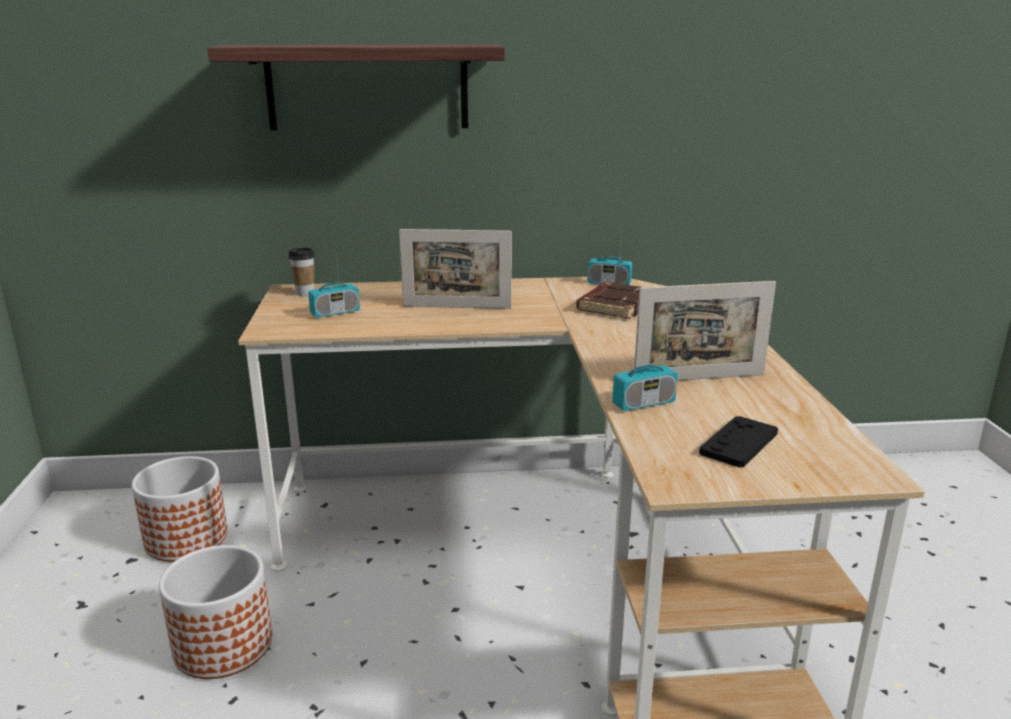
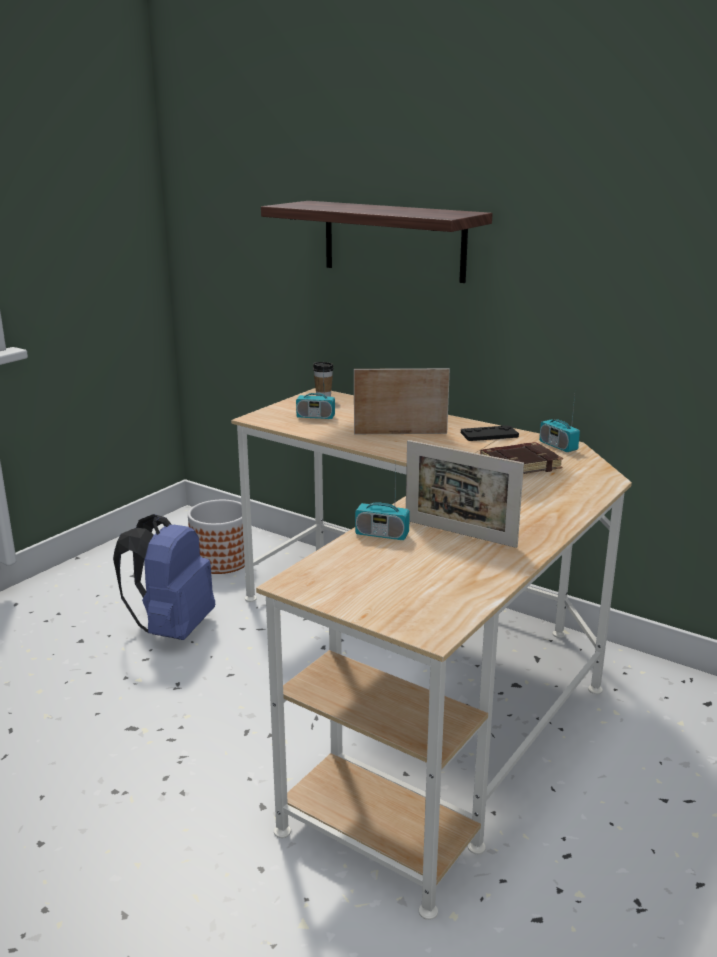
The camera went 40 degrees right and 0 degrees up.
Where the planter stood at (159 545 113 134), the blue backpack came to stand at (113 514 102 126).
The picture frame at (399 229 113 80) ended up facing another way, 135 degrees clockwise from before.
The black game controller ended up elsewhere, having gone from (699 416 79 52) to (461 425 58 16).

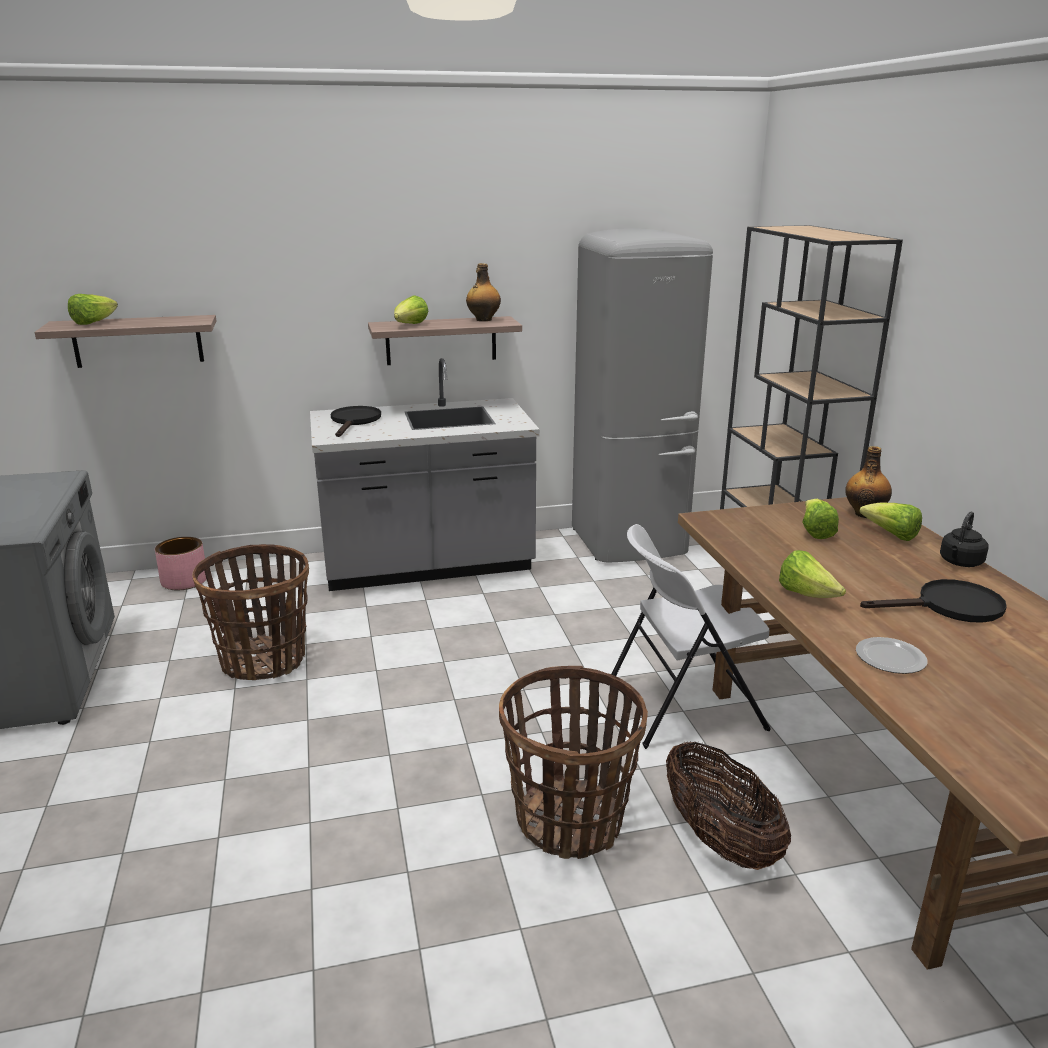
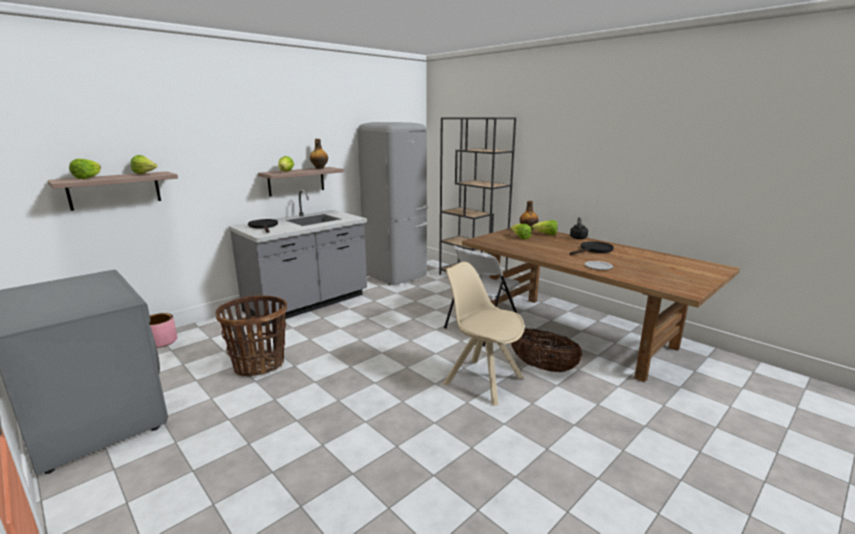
The camera went 30 degrees left and 5 degrees down.
The lettuce ended up elsewhere, having gone from (779 550 67 48) to (130 155 27 19).
Where the basket stood at (499 666 149 193), the beige chair came to stand at (443 262 82 144).

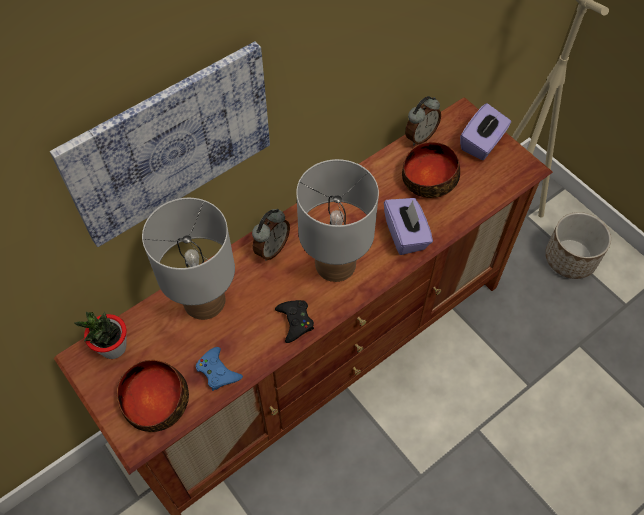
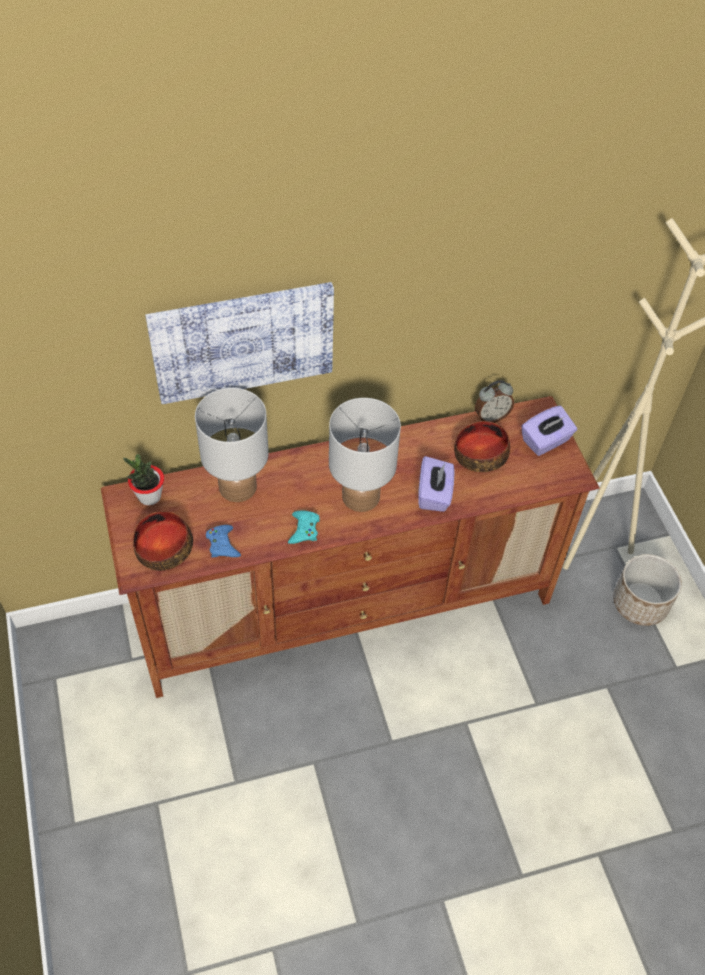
The camera went 20 degrees right and 5 degrees down.
What was the black game controller at (275 300 39 43) turned into the turquoise game controller at (288 510 32 34).
The second view lost the alarm clock at (252 209 38 52).

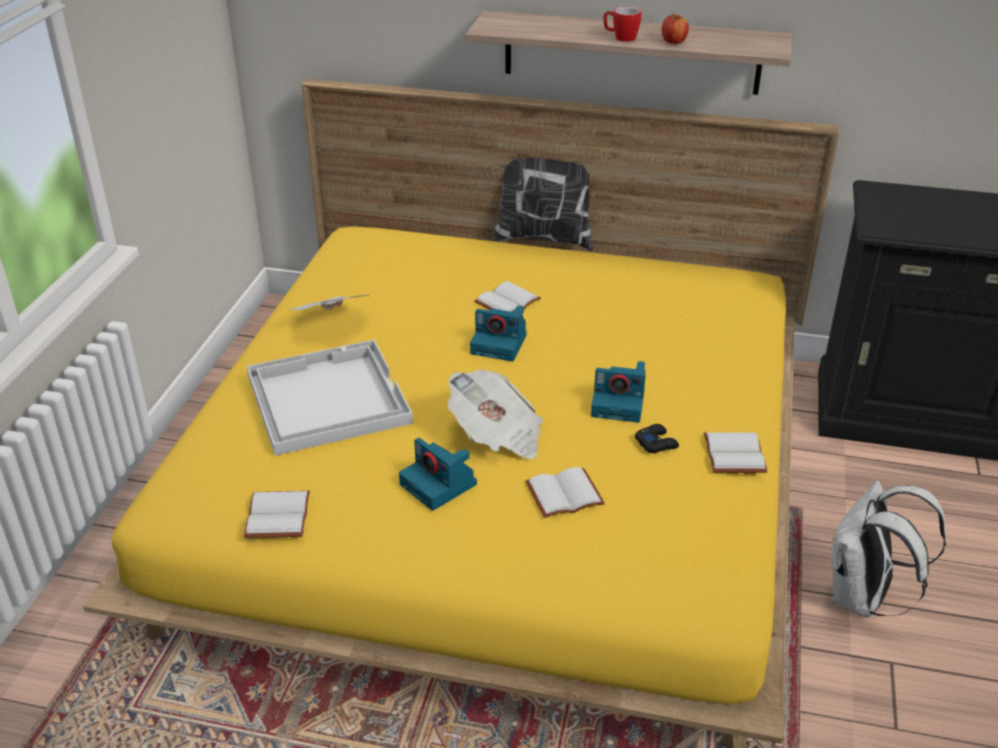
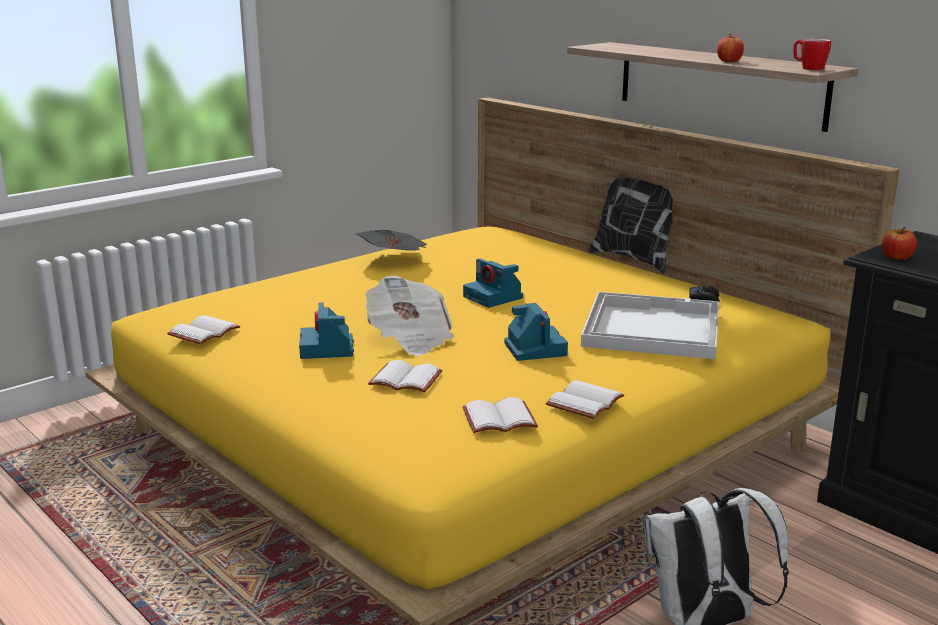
The camera went 35 degrees right and 15 degrees down.
The white book ended up elsewhere, having gone from (475 281 66 31) to (462 397 76 36).
The photo camera at (591 361 55 62) ended up facing another way, 150 degrees counterclockwise from before.
The white tray ended up elsewhere, having gone from (247 340 166 116) to (581 292 138 67).
The black game controller ended up elsewhere, having gone from (635 424 44 29) to (689 286 31 17).
The mug ended up elsewhere, having gone from (604 7 38 35) to (793 39 38 31).
The second view gained the apple at (882 227 35 32).

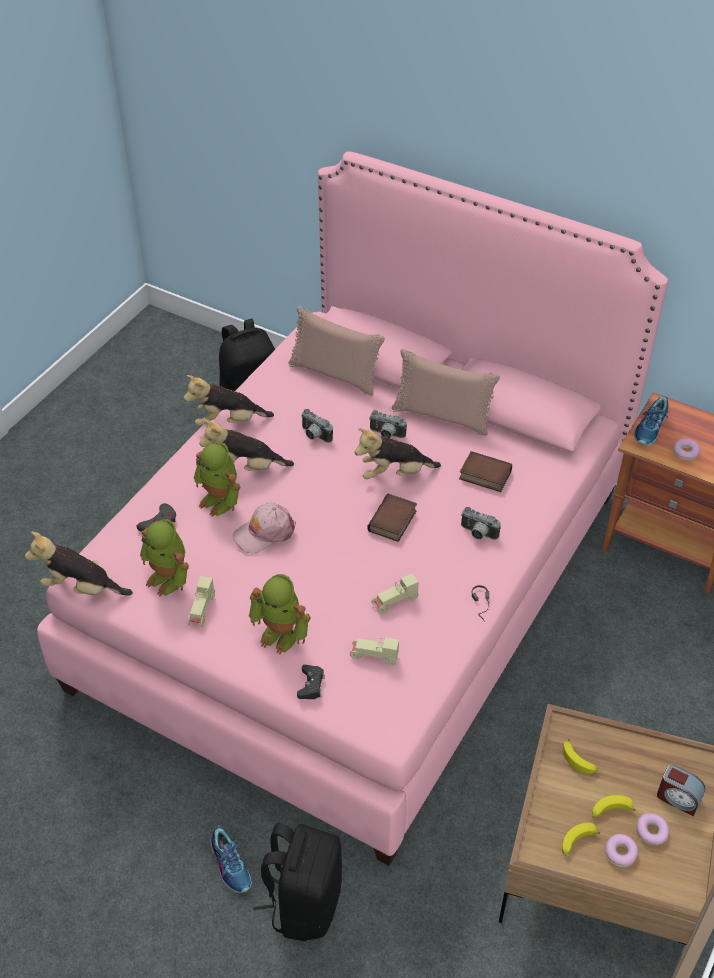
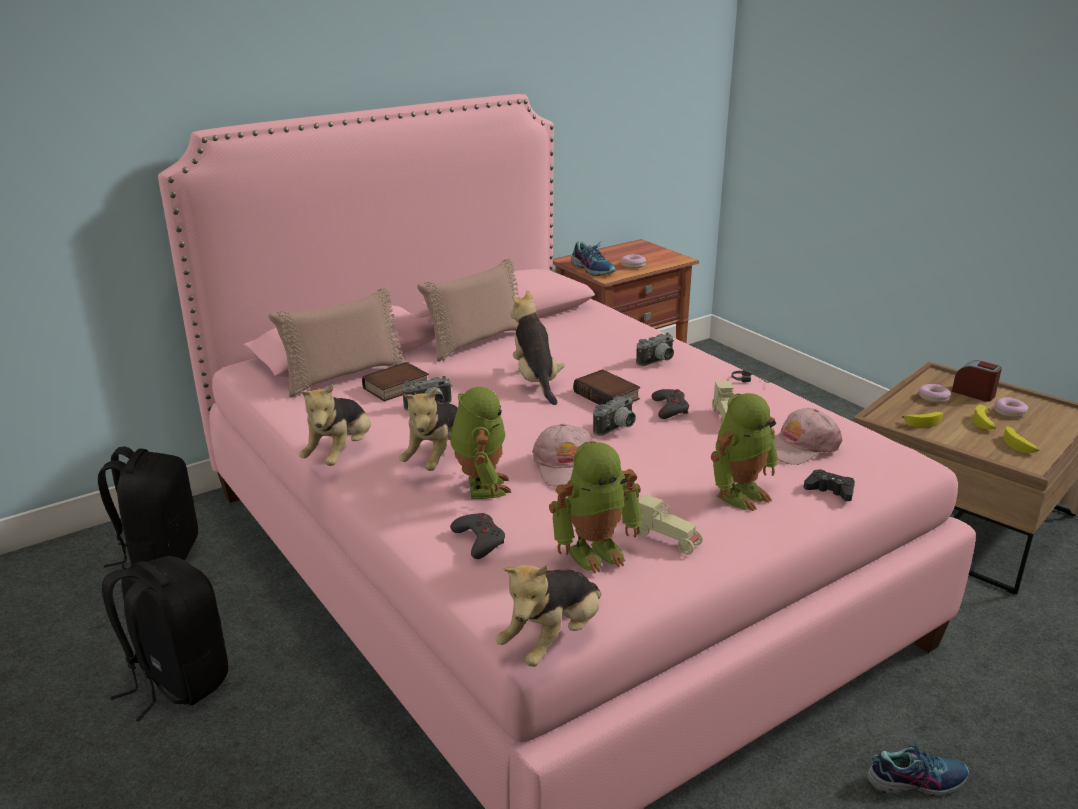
The camera went 65 degrees left and 20 degrees down.
The black backpack ended up elsewhere, having gone from (253 823 89 118) to (102 556 126 166).
The book ended up elsewhere, having gone from (459 451 53 41) to (362 362 67 40).
The toy robot at (194 442 46 75) ended up facing another way, 75 degrees counterclockwise from before.
The plush toy at (355 428 86 51) ended up facing another way, 150 degrees clockwise from before.
The photo camera ended up elsewhere, having gone from (369 410 38 28) to (593 394 43 42).
The second view gained the grey game controller at (652 389 37 30).
Where the beige toy car stood at (350 637 49 29), the pink cap came to stand at (774 408 68 57).
The donut ended up elsewhere, having gone from (605 834 33 33) to (919 384 32 19).
The alarm clock at (657 764 48 52) ended up facing another way, 105 degrees counterclockwise from before.

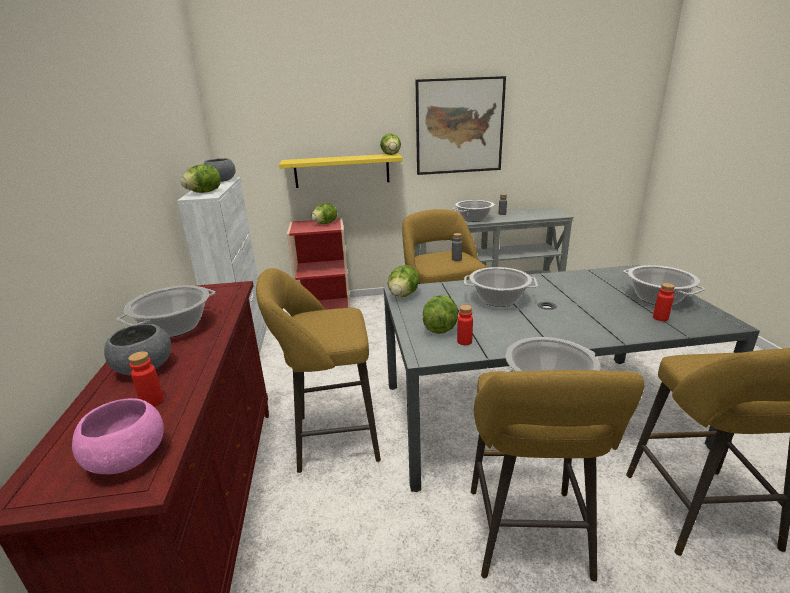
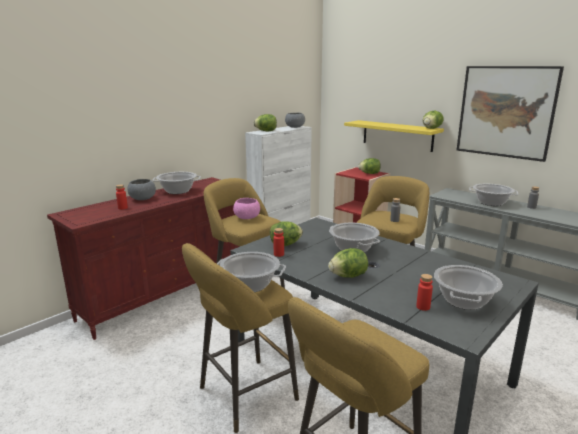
The camera went 50 degrees right and 5 degrees down.
The pink bowl ended up elsewhere, having gone from (72 398 92 77) to (233 198 27 21).
The lettuce ended up elsewhere, having gone from (388 265 32 32) to (328 248 40 30).

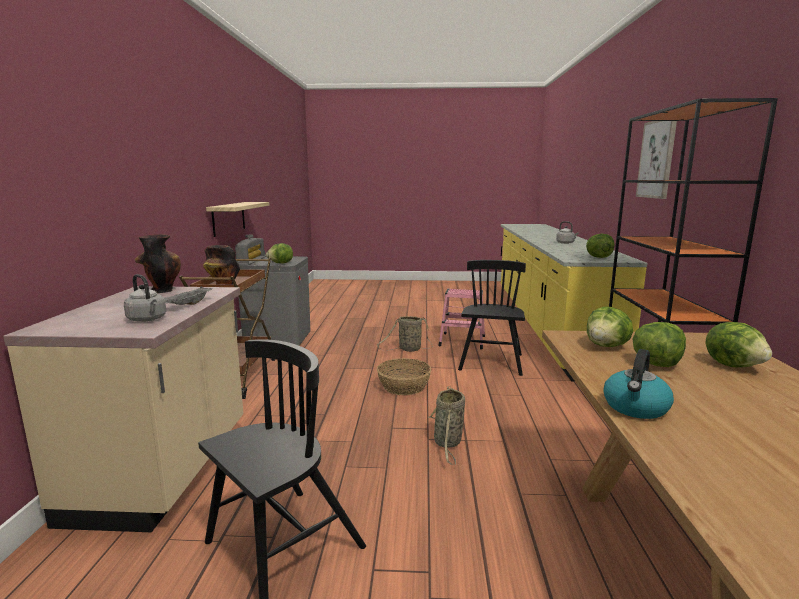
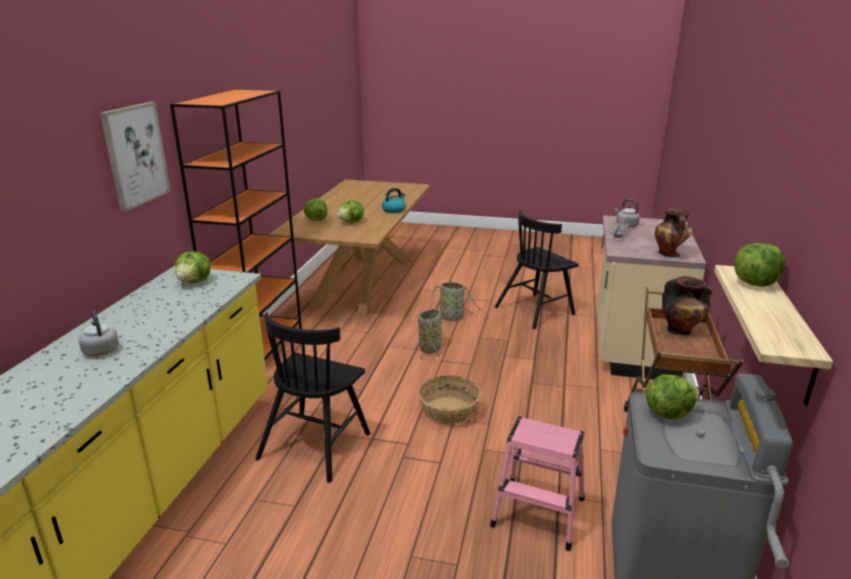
The camera went 170 degrees left and 10 degrees up.
The basket ended up elsewhere, having gone from (377 316 56 36) to (431 282 56 39).
The pink step ladder ended up elsewhere, having gone from (438 288 47 62) to (490 416 95 135).
The lettuce ended up elsewhere, having gone from (587 307 46 40) to (735 243 50 44).

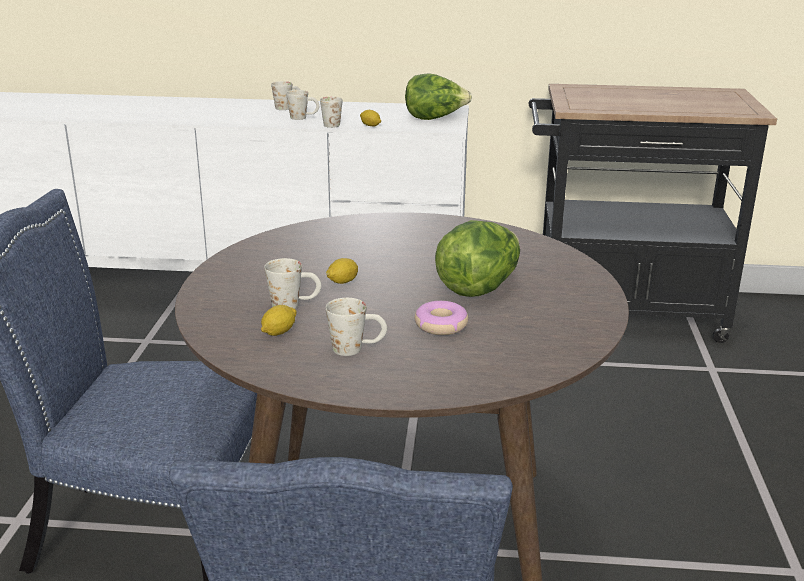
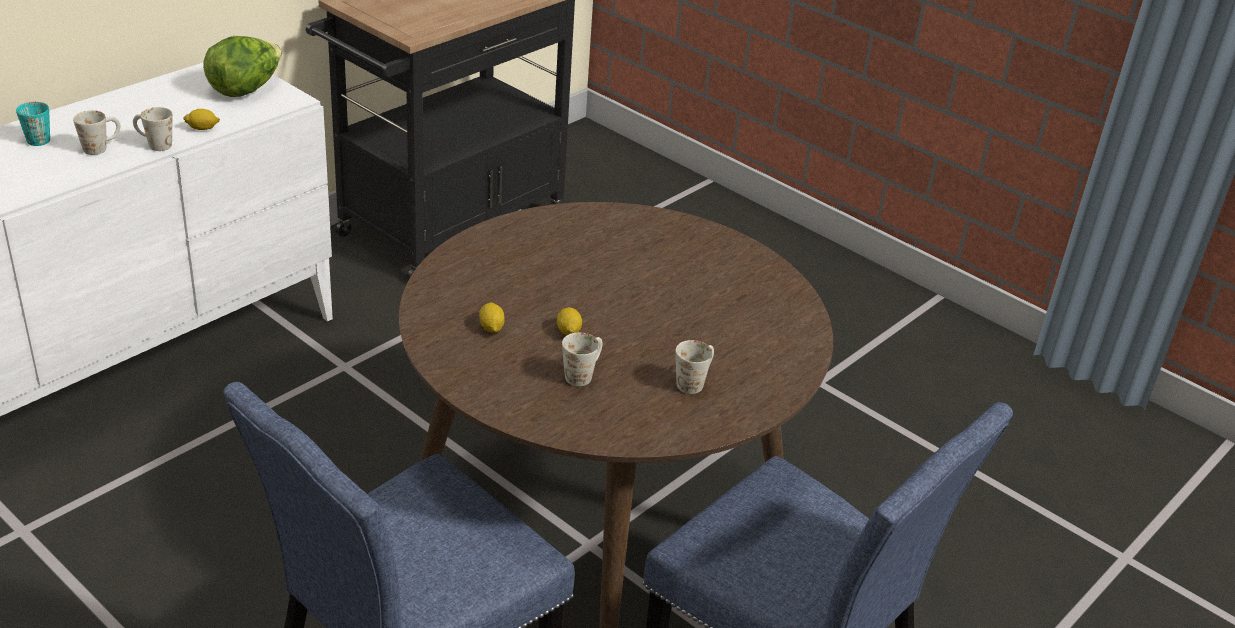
The camera went 55 degrees left and 10 degrees up.
What was the white mug at (271 81 29 29) turned into the turquoise mug at (16 102 34 44).
The lemon ended up elsewhere, having gone from (261 305 36 31) to (479 302 26 31).
The second view lost the donut at (415 301 53 34).
The second view lost the lettuce at (435 220 85 77).

